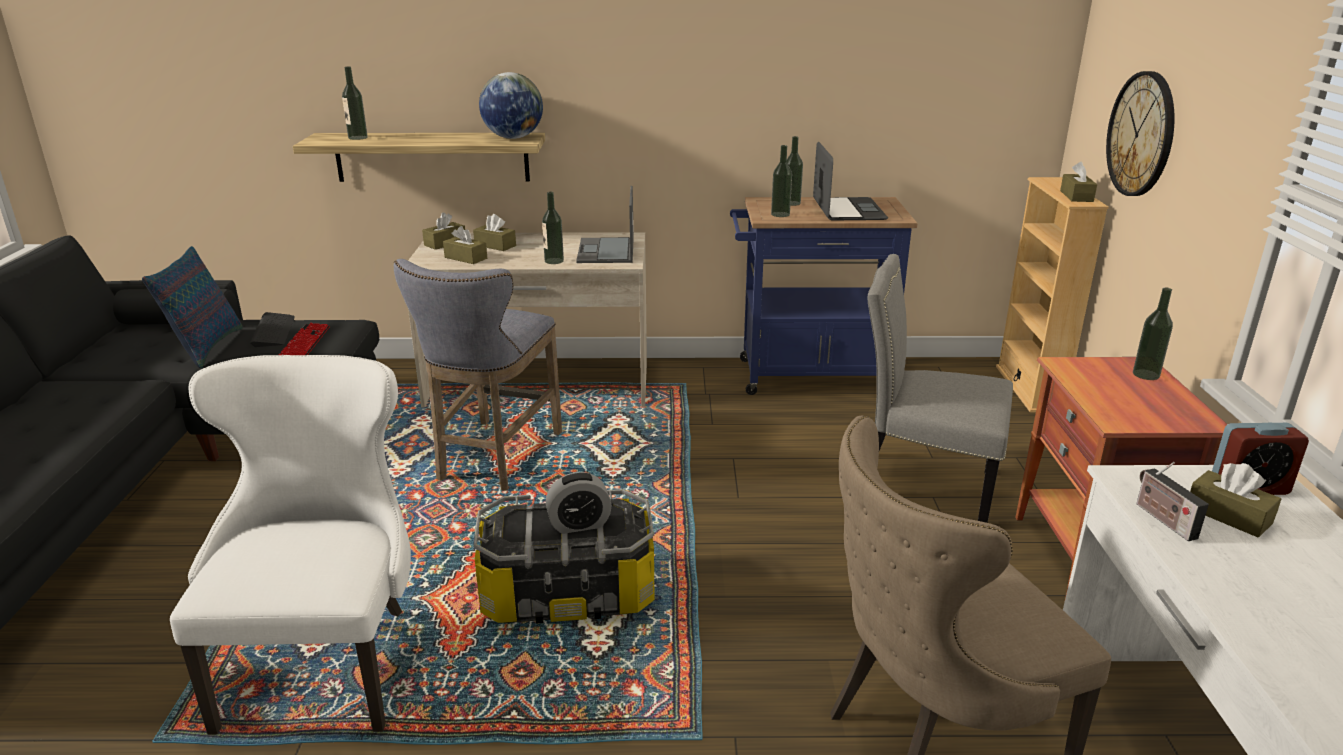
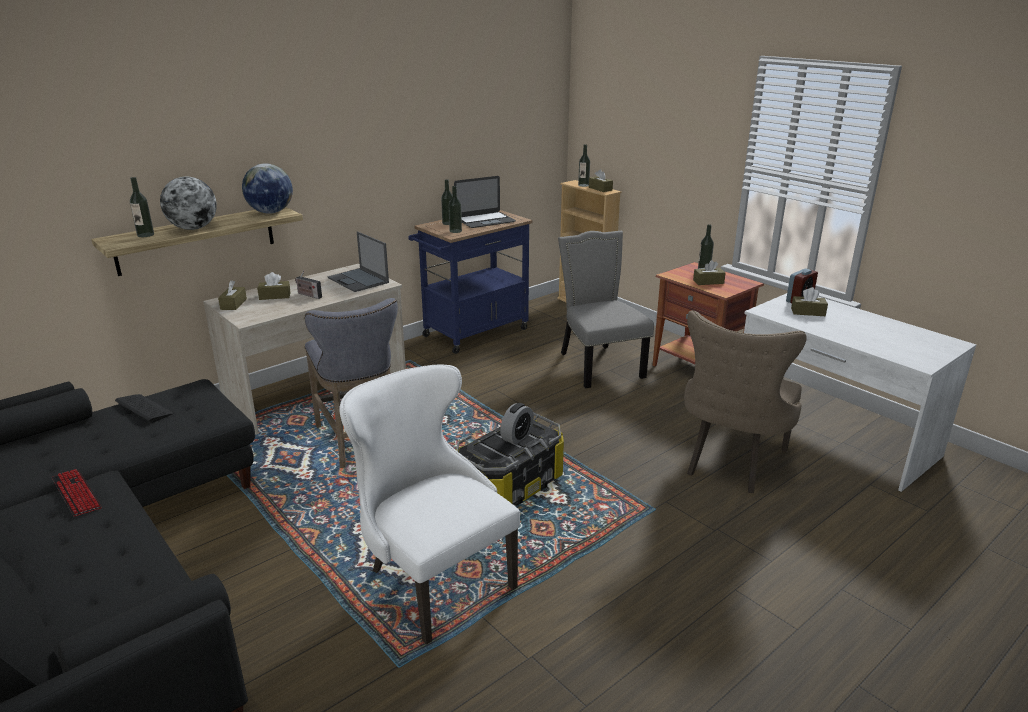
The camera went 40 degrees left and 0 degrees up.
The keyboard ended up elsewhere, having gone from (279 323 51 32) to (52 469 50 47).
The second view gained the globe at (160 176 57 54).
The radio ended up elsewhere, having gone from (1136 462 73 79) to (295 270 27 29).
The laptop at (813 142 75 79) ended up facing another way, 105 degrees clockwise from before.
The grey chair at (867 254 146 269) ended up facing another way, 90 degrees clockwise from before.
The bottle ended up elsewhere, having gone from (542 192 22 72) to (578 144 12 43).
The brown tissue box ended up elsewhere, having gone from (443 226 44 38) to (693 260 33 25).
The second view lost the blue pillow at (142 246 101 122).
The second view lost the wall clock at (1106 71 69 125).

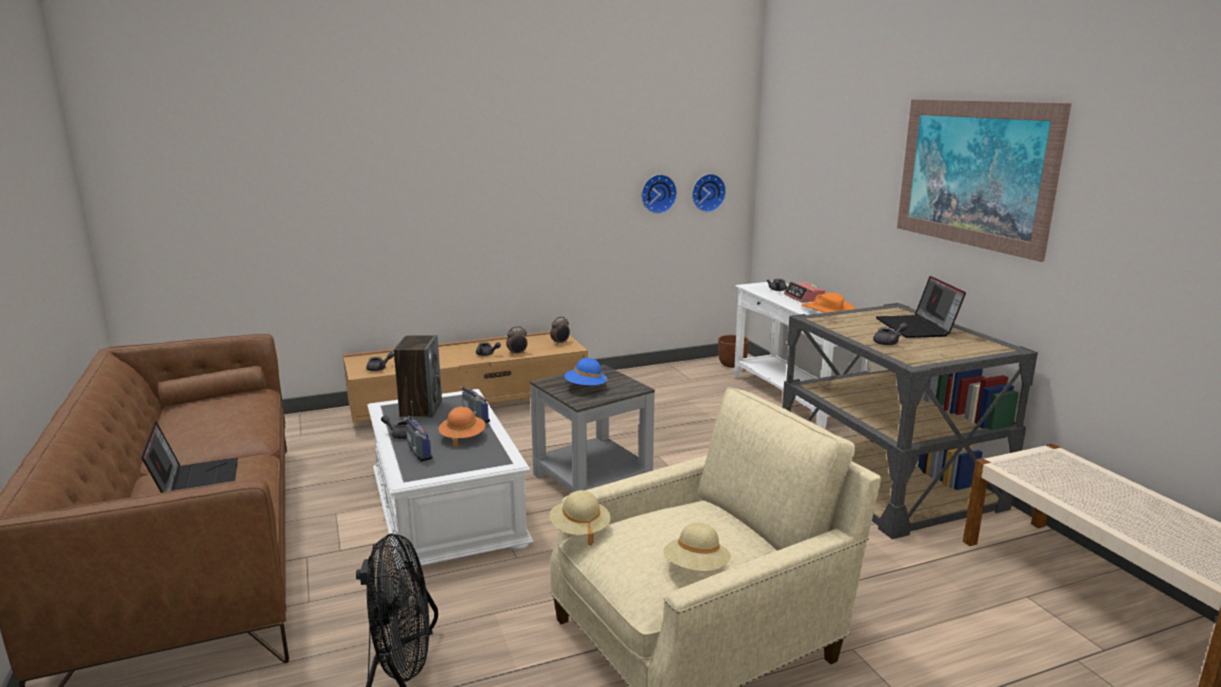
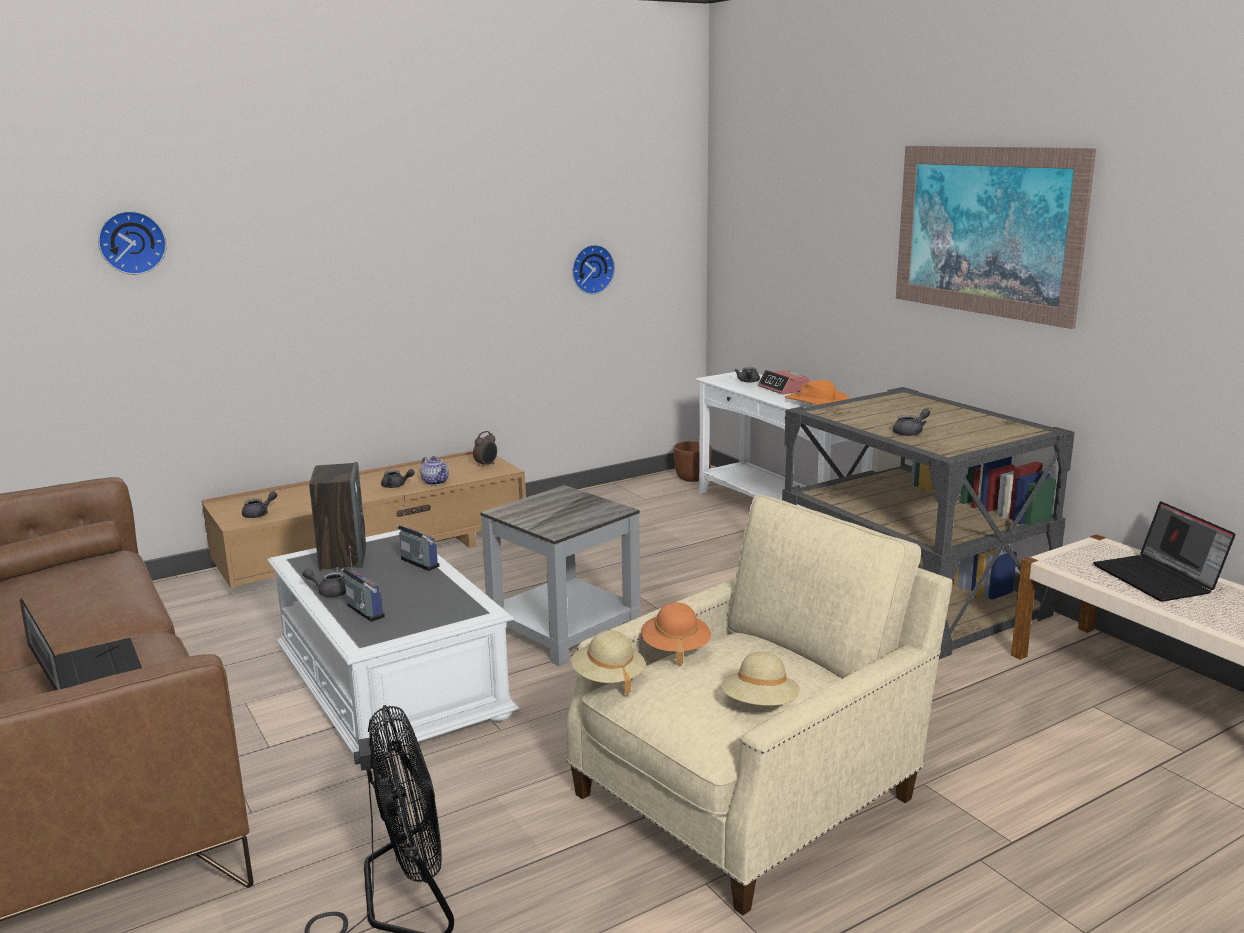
The camera went 10 degrees left and 0 degrees up.
The wall clock ended up elsewhere, having gone from (692 174 34 38) to (98 211 68 64).
Where the alarm clock stood at (506 326 22 29), the teapot came to stand at (420 456 29 29).
The orange hat ended up elsewhere, having gone from (439 407 47 41) to (641 602 70 64).
The laptop ended up elsewhere, having gone from (876 276 90 62) to (1093 501 142 100).
The second view lost the blue hat at (564 358 44 31).

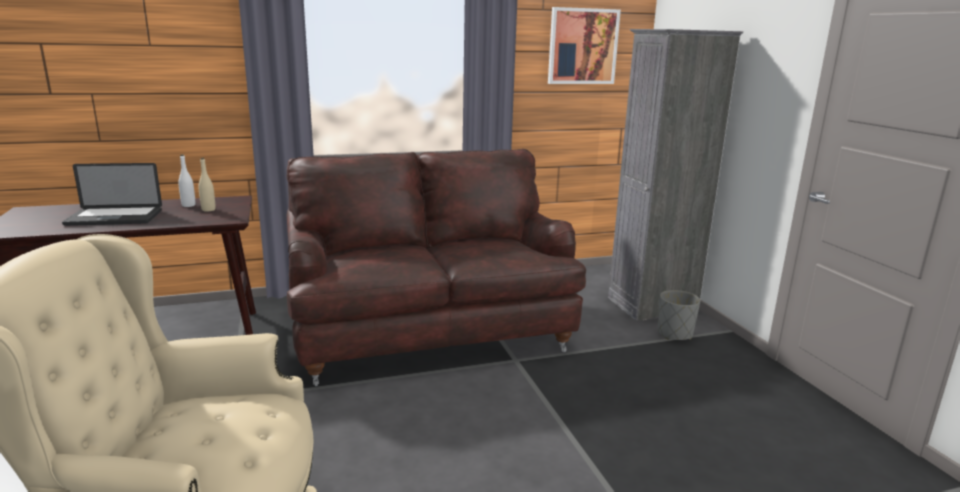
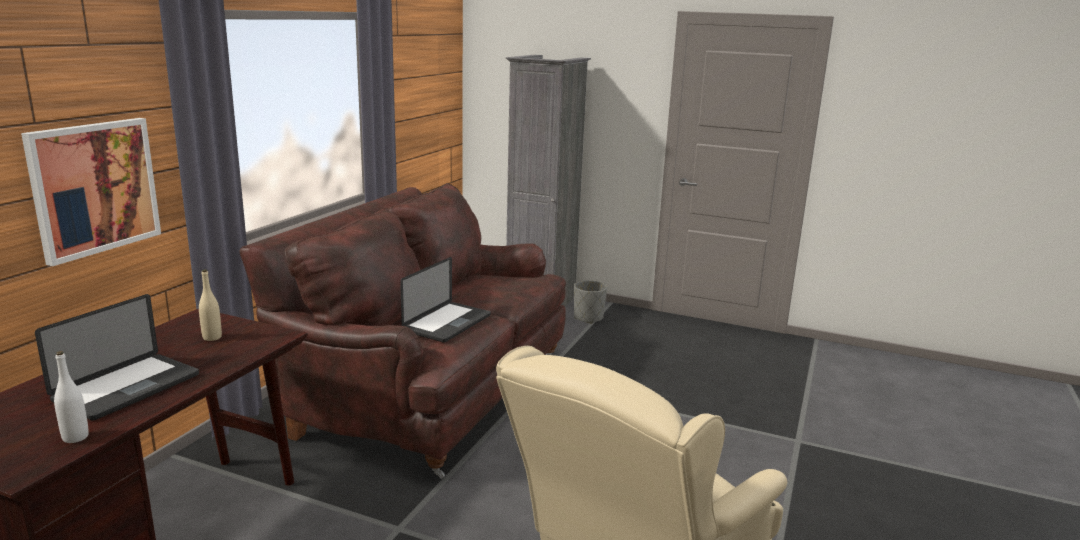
The camera went 50 degrees left and 0 degrees up.
The picture ended up elsewhere, having gone from (548 7 73 77) to (21 118 140 148).
The white bottle ended up elsewhere, having gone from (178 154 18 53) to (54 351 35 92).
The second view gained the laptop at (400 257 91 86).

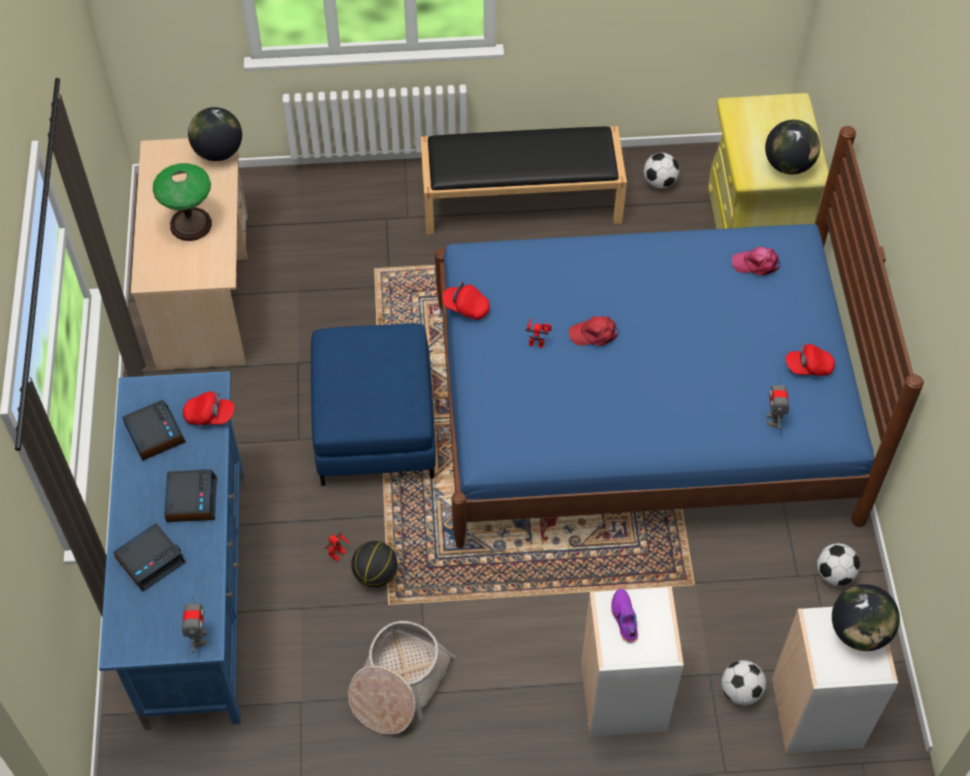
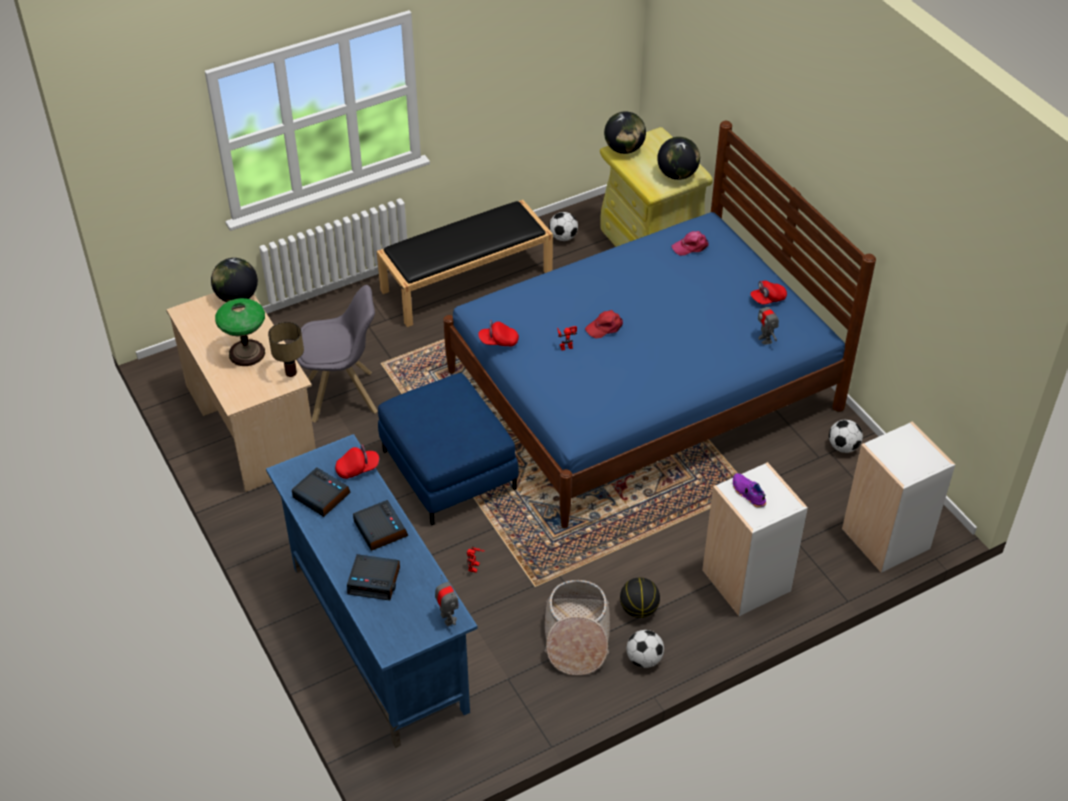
The camera went 25 degrees left and 10 degrees down.
The second view gained the table lamp at (268 322 36 55).
The second view gained the grey chair at (297 285 80 138).
The alarm clock at (113 523 72 69) ended up facing another way, 75 degrees clockwise from before.
The globe ended up elsewhere, having gone from (832 584 68 67) to (604 111 42 43).
The basketball ended up elsewhere, having gone from (351 541 46 46) to (620 577 40 41).
The football ended up elsewhere, having gone from (721 660 45 45) to (626 630 38 38).

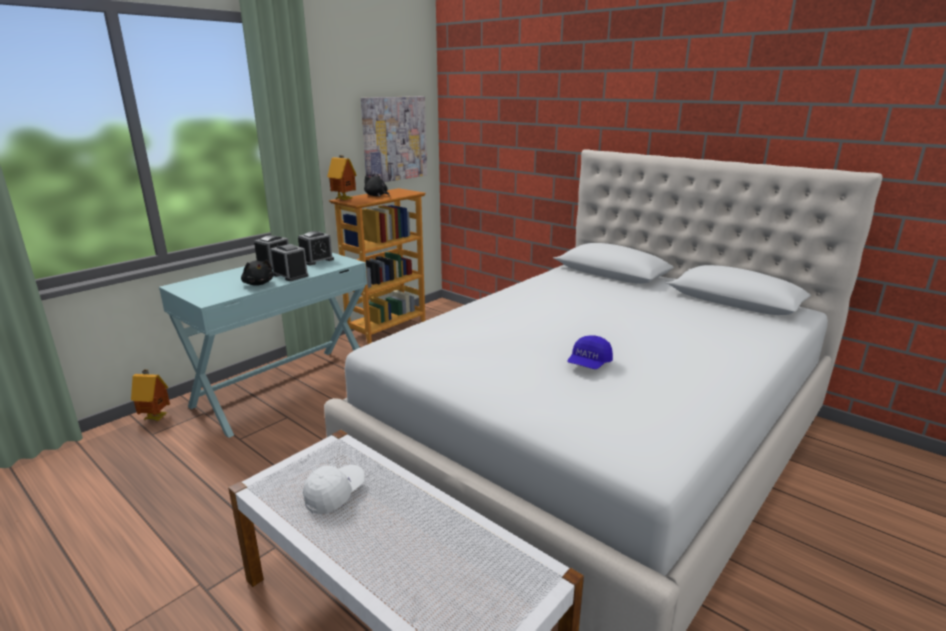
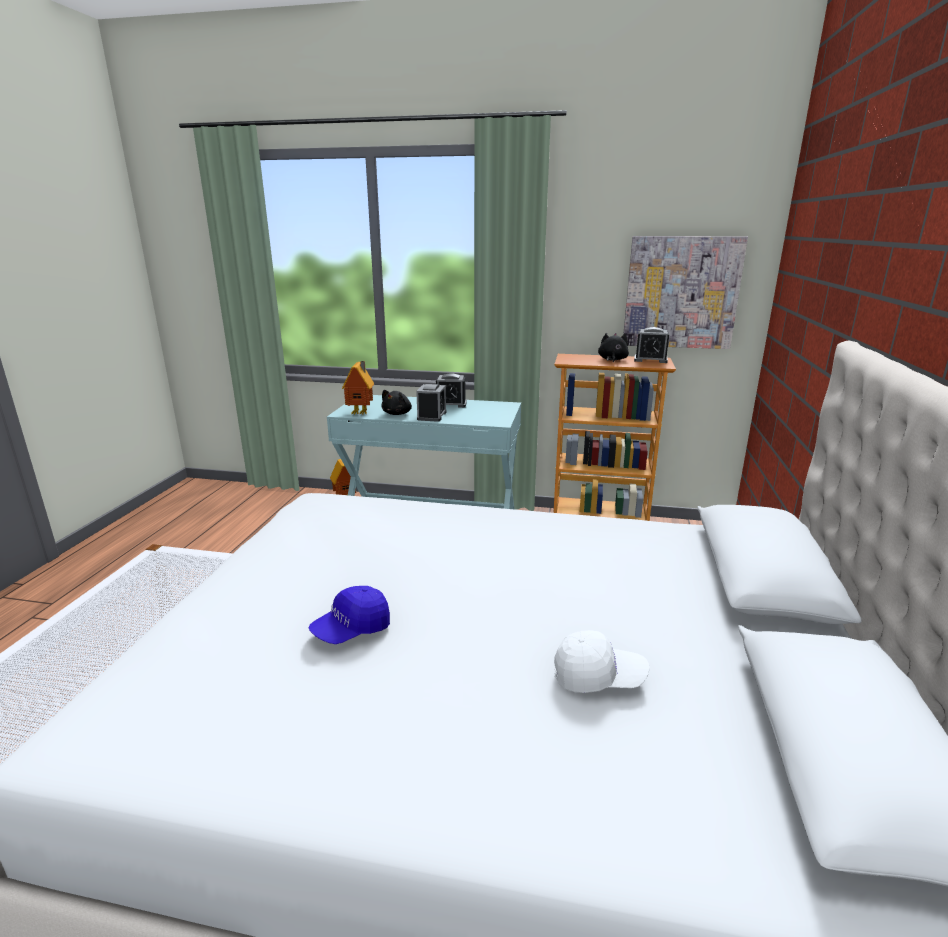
The camera went 60 degrees right and 0 degrees up.
The blue cap at (567 335 46 34) ended up facing another way, 45 degrees counterclockwise from before.
The toy house ended up elsewhere, having gone from (327 155 30 45) to (342 361 32 54).
The white cap ended up elsewhere, having gone from (303 465 62 49) to (554 630 95 63).
The alarm clock ended up elsewhere, having gone from (298 231 36 35) to (634 327 35 36).

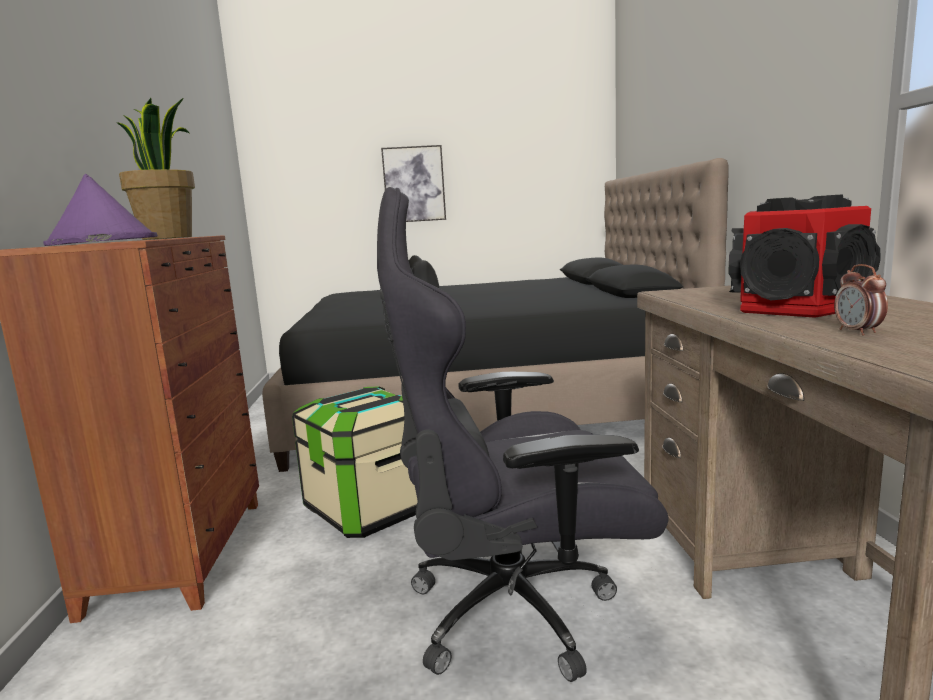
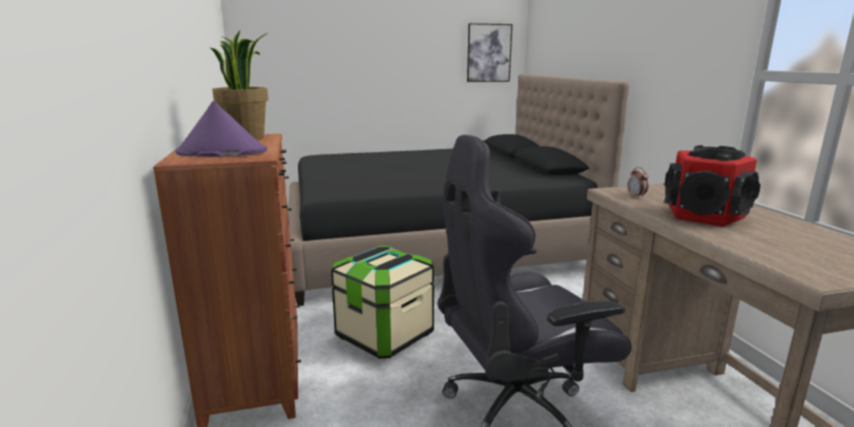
The camera went 10 degrees left and 5 degrees up.
The picture ended up elsewhere, having gone from (381 145 65 77) to (467 23 45 59).
The alarm clock ended up elsewhere, having gone from (834 264 54 72) to (628 167 21 31).

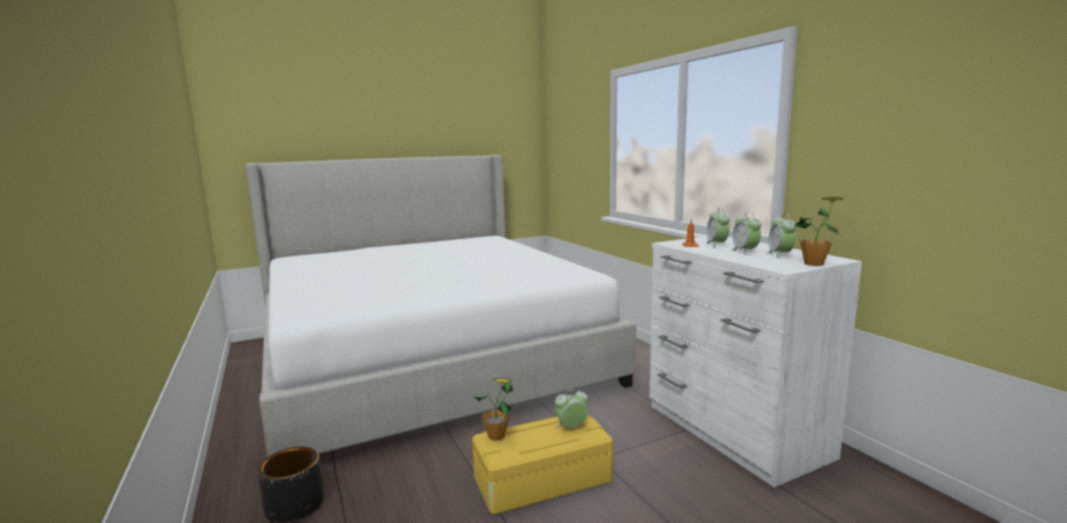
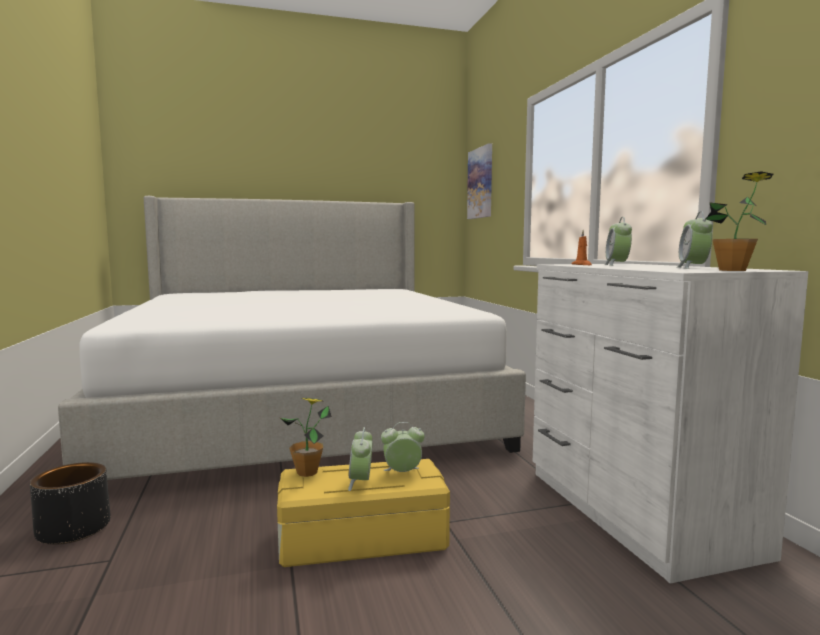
The camera went 10 degrees right and 5 degrees down.
The alarm clock ended up elsewhere, having gone from (731 212 30 43) to (348 427 25 64).
The second view gained the picture at (467 143 25 76).

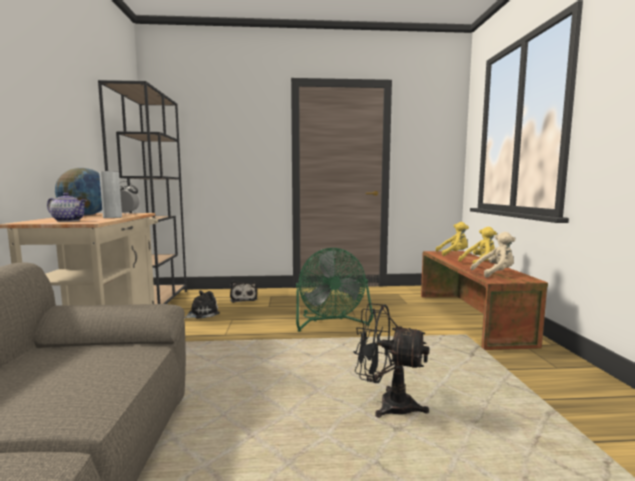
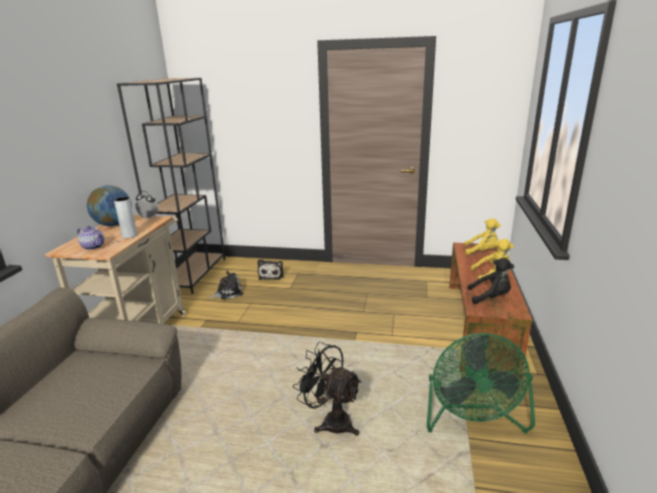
The camera went 15 degrees right and 15 degrees up.
The green fan ended up elsewhere, having gone from (296 248 77 84) to (427 333 108 101).
What was the beige plush toy at (470 232 46 46) turned into the black plush toy at (467 258 47 46).

